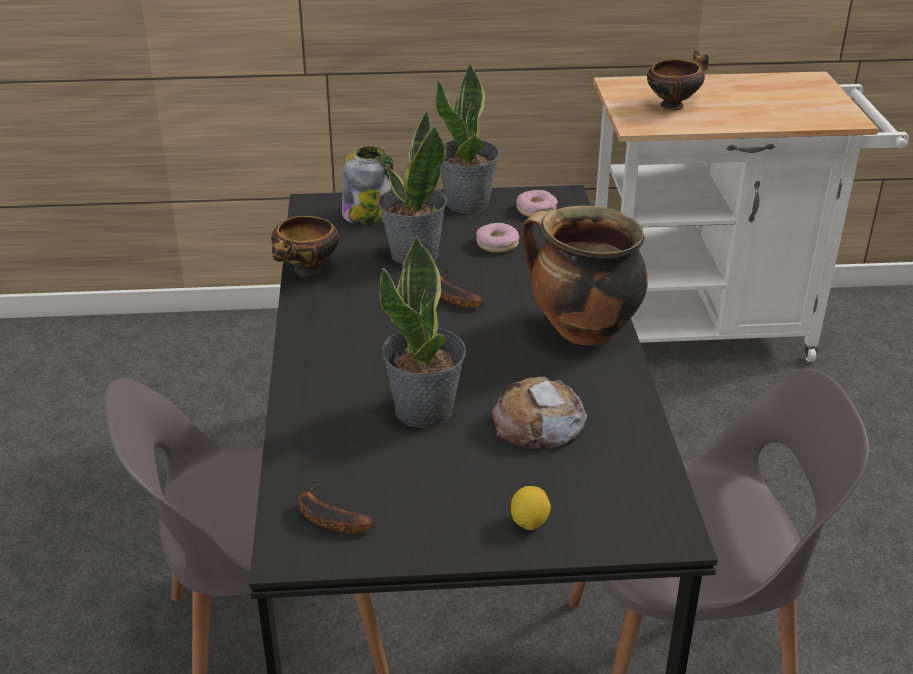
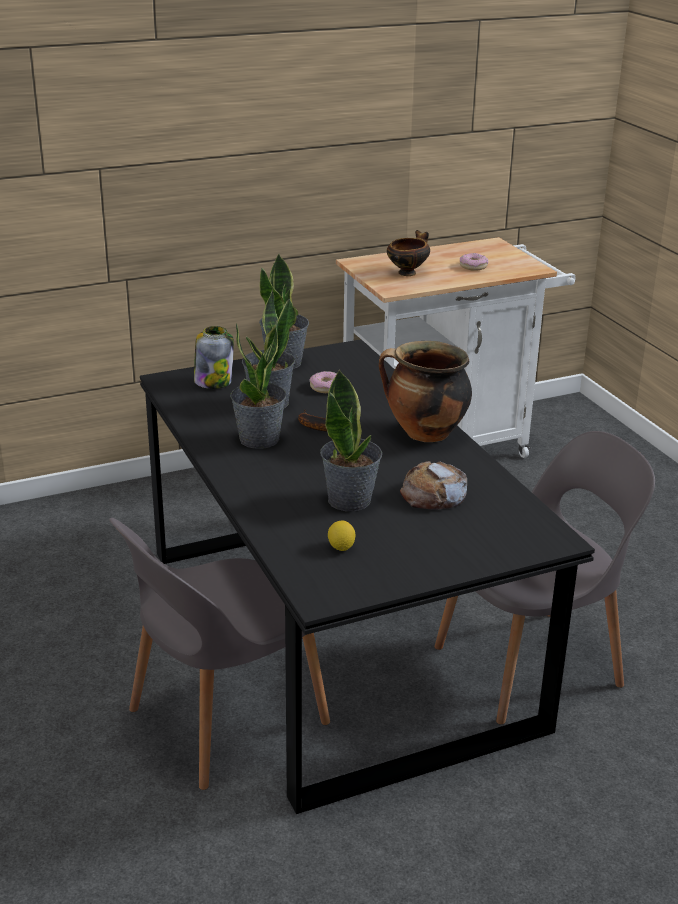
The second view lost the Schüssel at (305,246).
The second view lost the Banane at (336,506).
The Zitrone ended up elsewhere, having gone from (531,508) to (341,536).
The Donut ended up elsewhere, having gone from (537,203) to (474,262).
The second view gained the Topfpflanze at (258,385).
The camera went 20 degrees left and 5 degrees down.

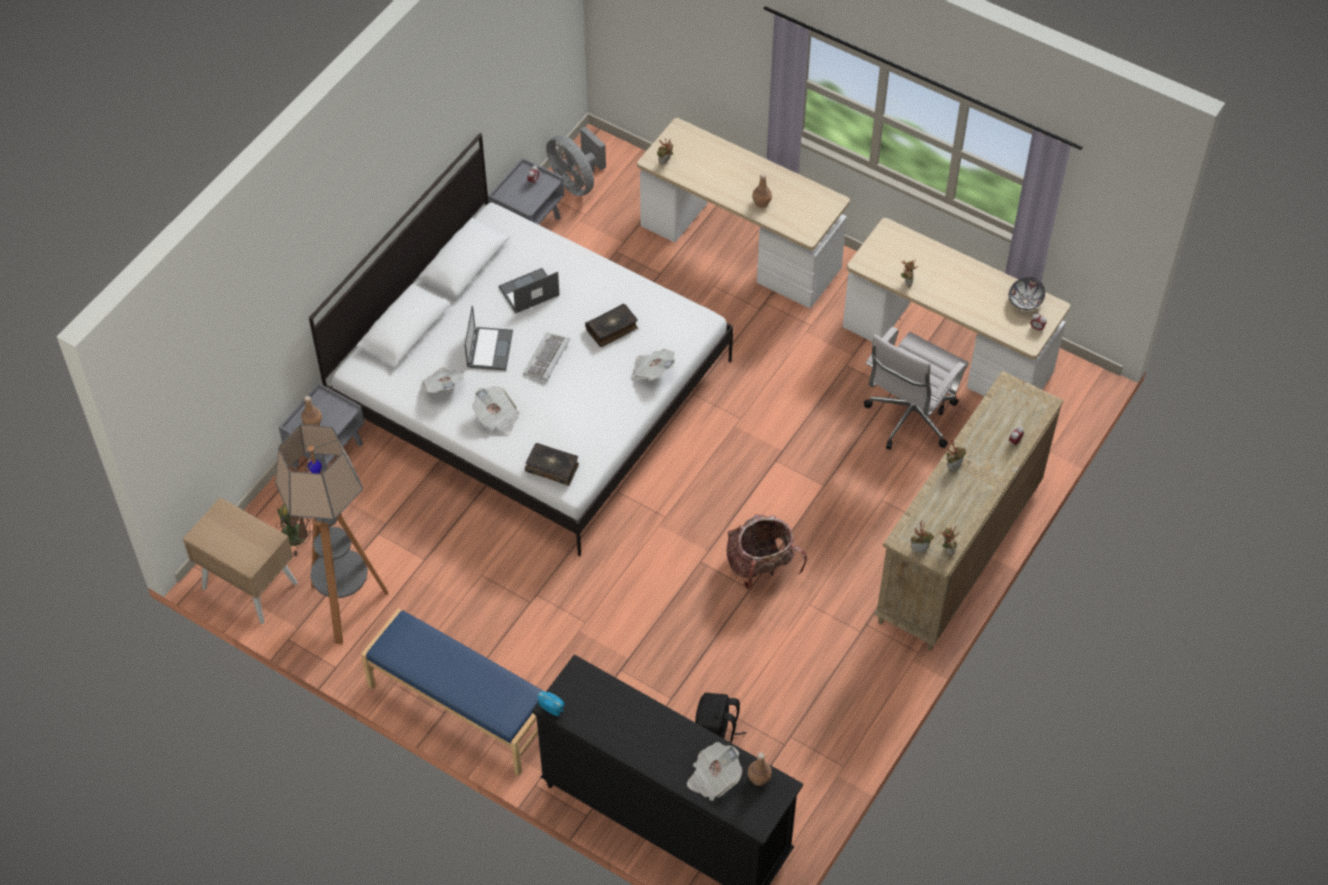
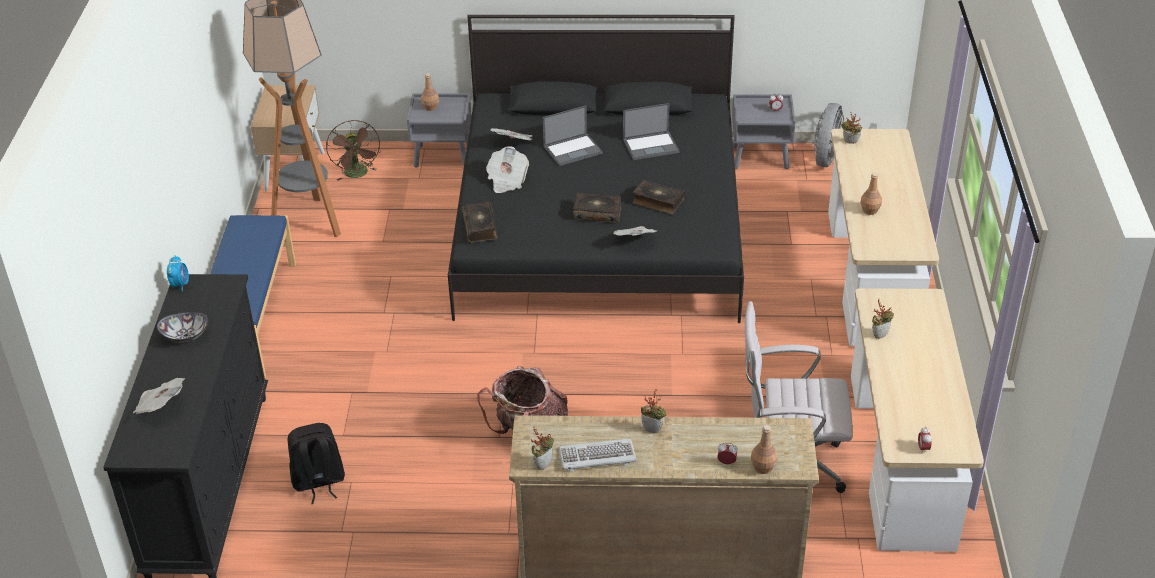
What was the Bett/weiß at (521,344) turned into the Bett/schwarz at (596,169).
The Laptop at (529,290) ended up facing another way, 135 degrees clockwise from before.
The Tastatur ended up elsewhere, having gone from (546,356) to (597,455).
The Flasche/braun ended up elsewhere, having gone from (760,769) to (764,449).
The second view lost the Topfpflanze at (922,537).
The Schüssel ended up elsewhere, having gone from (1026,293) to (183,327).
The second view gained the Buch at (597,208).
The camera went 60 degrees right and 15 degrees down.

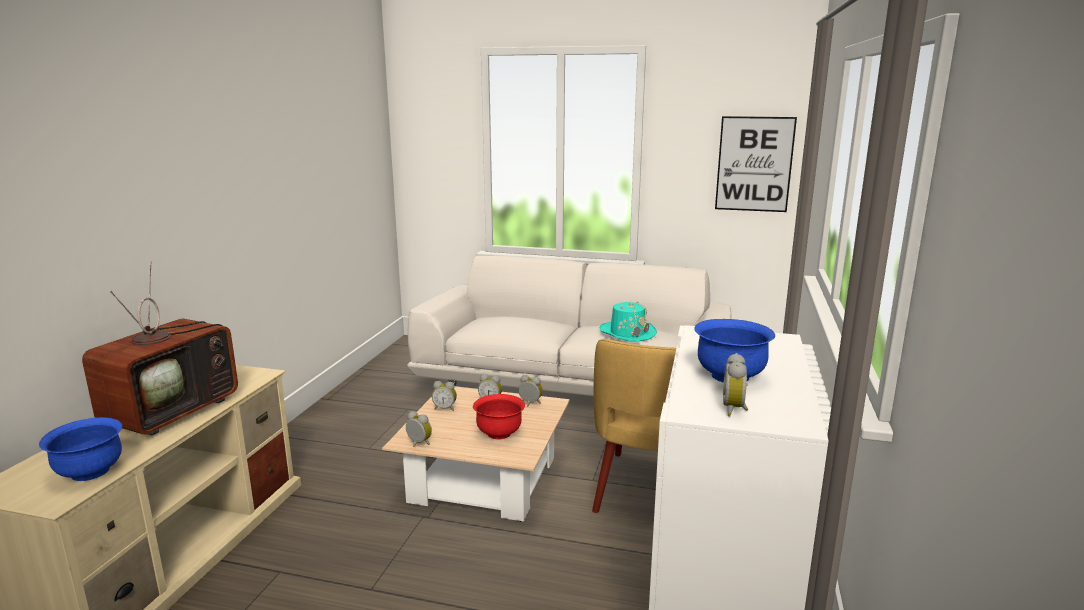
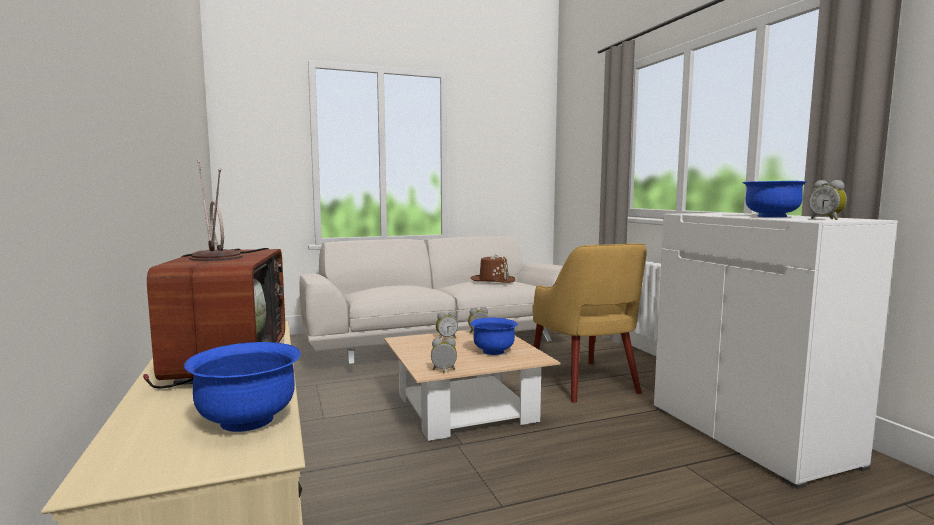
The second view lost the Wecker at (444,396).
What was the Schüssel/rot at (499,416) turned into the Schüssel/blau at (494,336).
What was the Hut/türkis at (628,321) turned into the Hut/braun at (492,268).
The second view lost the Bild at (756,164).
The camera went 35 degrees left and 10 degrees down.

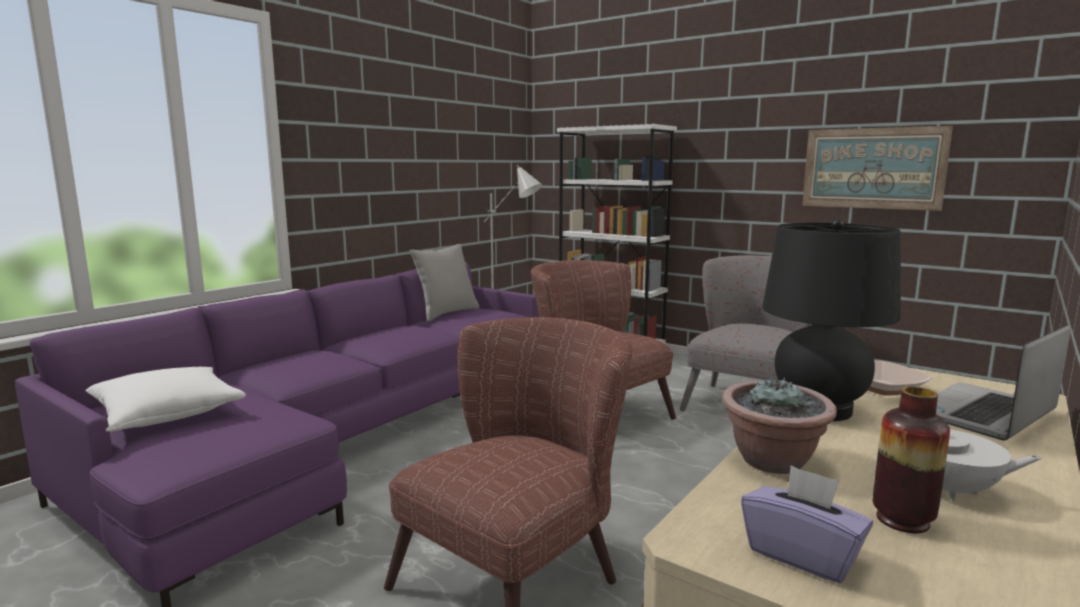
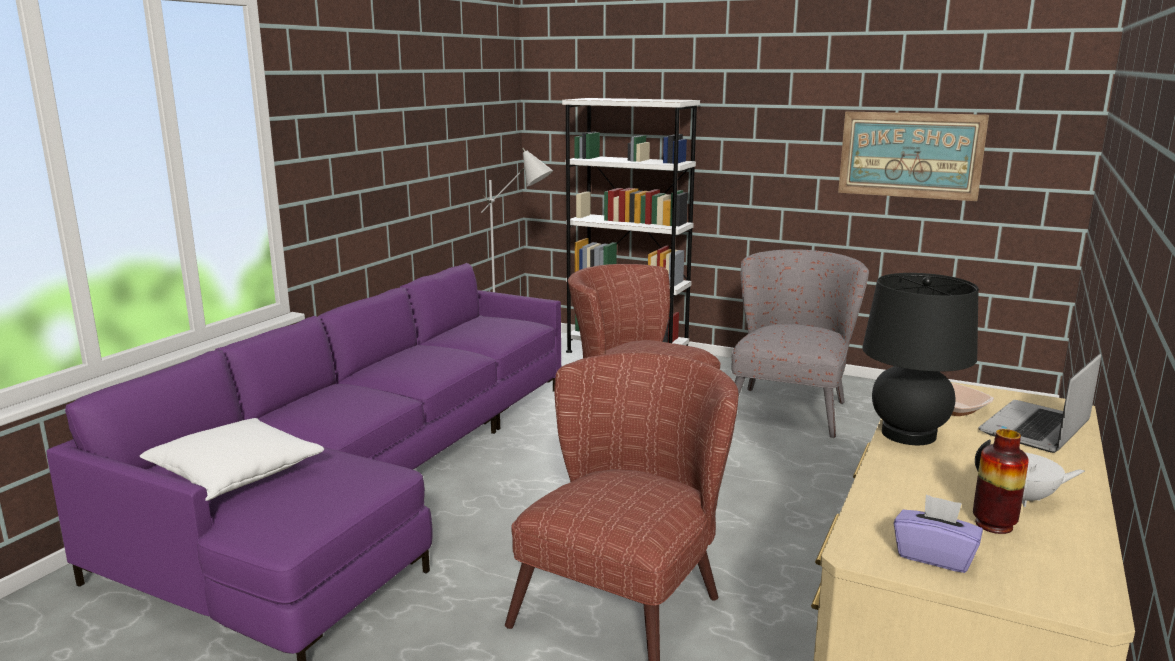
The second view lost the Kissen/grau at (444,283).
The second view lost the Topfpflanze at (779,425).
The camera went 10 degrees left and 5 degrees up.

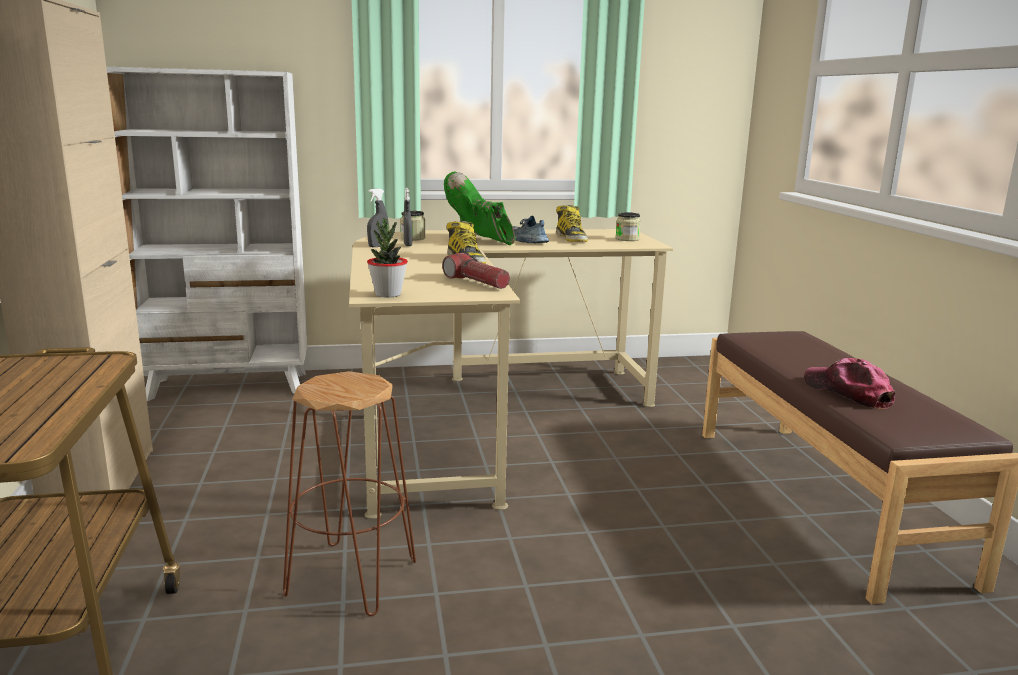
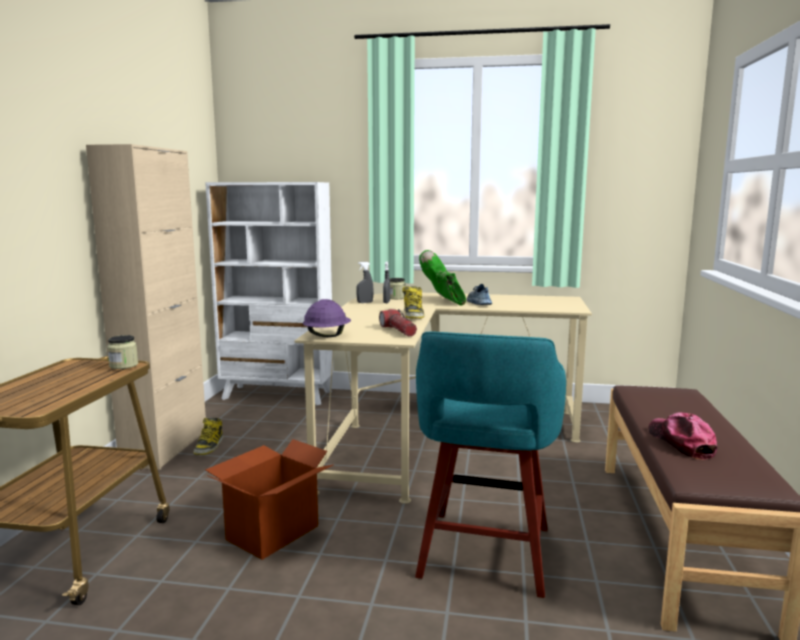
Where the Hocker/braun stood at (349,493), the Karton came to stand at (269,499).
Where the Topfpflanze stood at (387,258), the Schutzhelm/lila came to stand at (327,318).
The Stiefel ended up elsewhere, having gone from (572,223) to (208,436).
The Vorratsglas ended up elsewhere, having gone from (628,226) to (122,352).
The second view gained the Hocker/türkis at (490,464).
The camera went 20 degrees right and 5 degrees down.

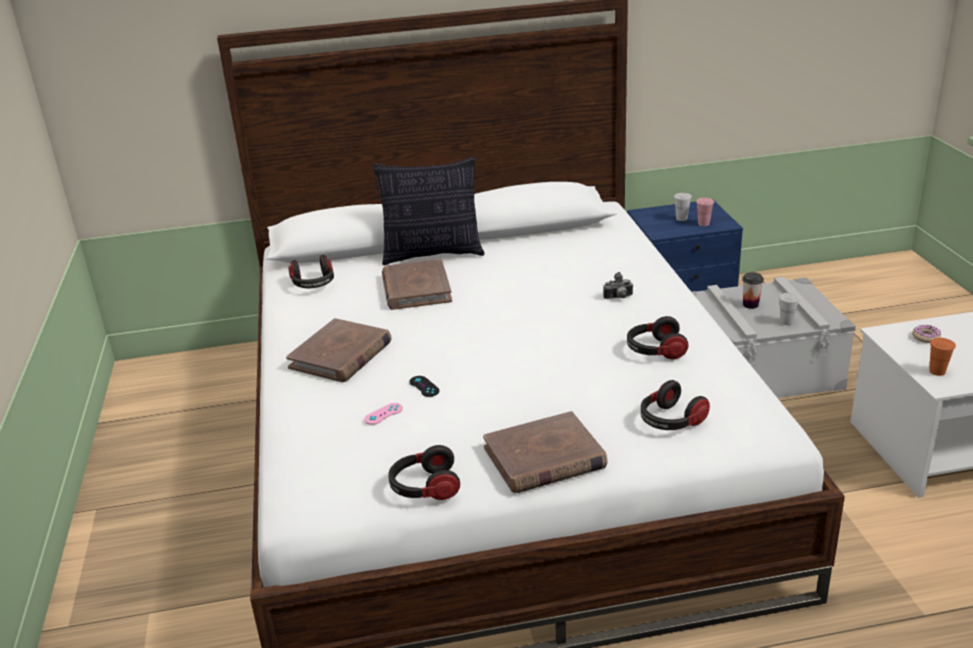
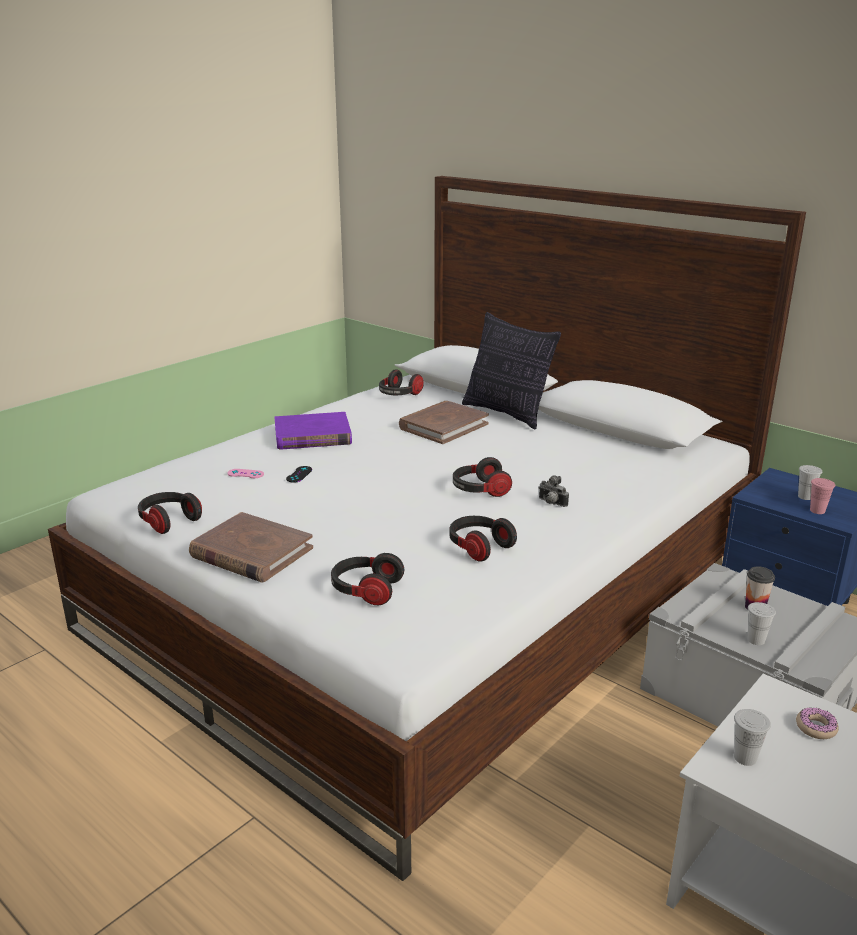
What was the Buch/braun at (339,350) turned into the Buch/lila at (313,431).
What was the Tasse/orange at (942,357) turned into the Tasse/weiß at (752,737).
The second view gained the Kopfhörer at (482,477).
The camera went 50 degrees right and 5 degrees down.

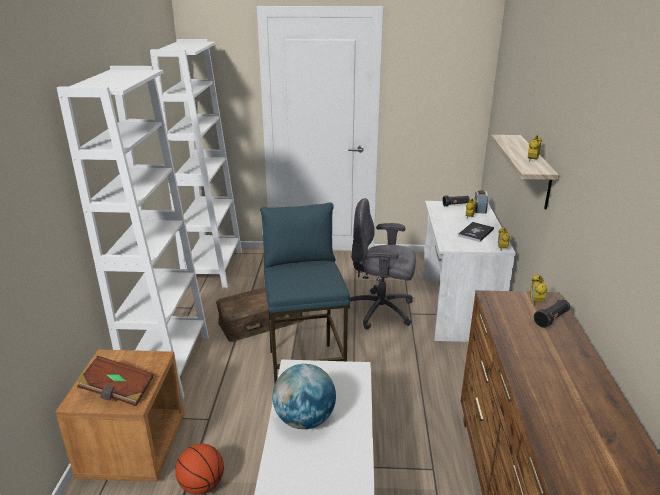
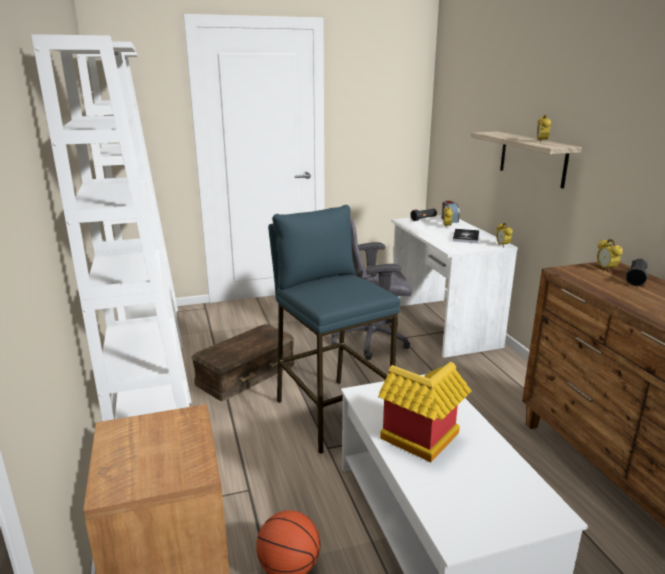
The second view lost the Buch/braun at (115,381).
Where the Globus stood at (304,396), the Spielzeughaus came to stand at (425,412).
The camera went 20 degrees left and 5 degrees down.

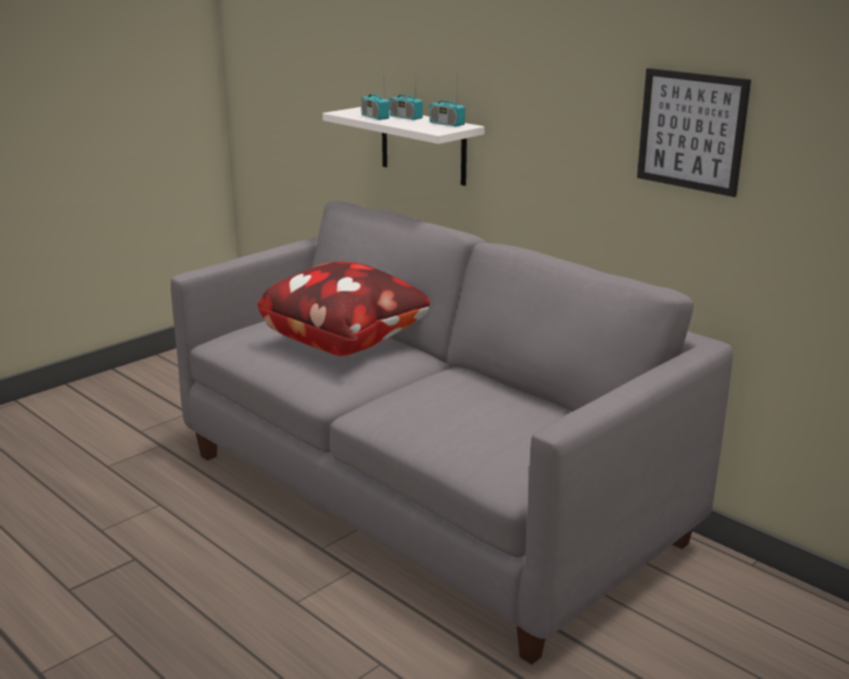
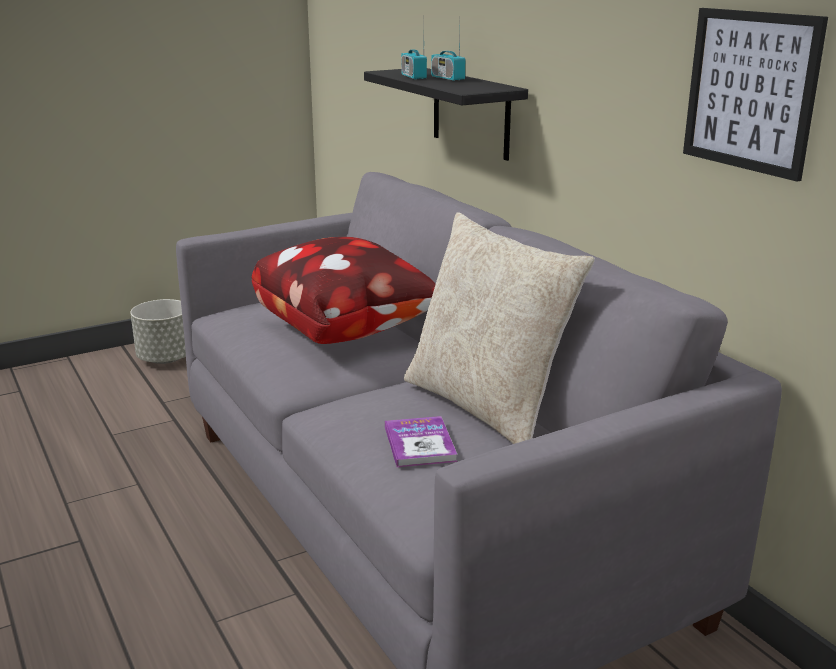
What was the Wandregal/weiß at (404,146) turned into the Wandregal/schwarz at (446,114).
The second view lost the Radio at (447,98).
The second view gained the Pflanzkübel/grau at (158,331).
The second view gained the Buch at (421,441).
The second view gained the Kissen/beige at (499,328).
The camera went 15 degrees right and 0 degrees up.

